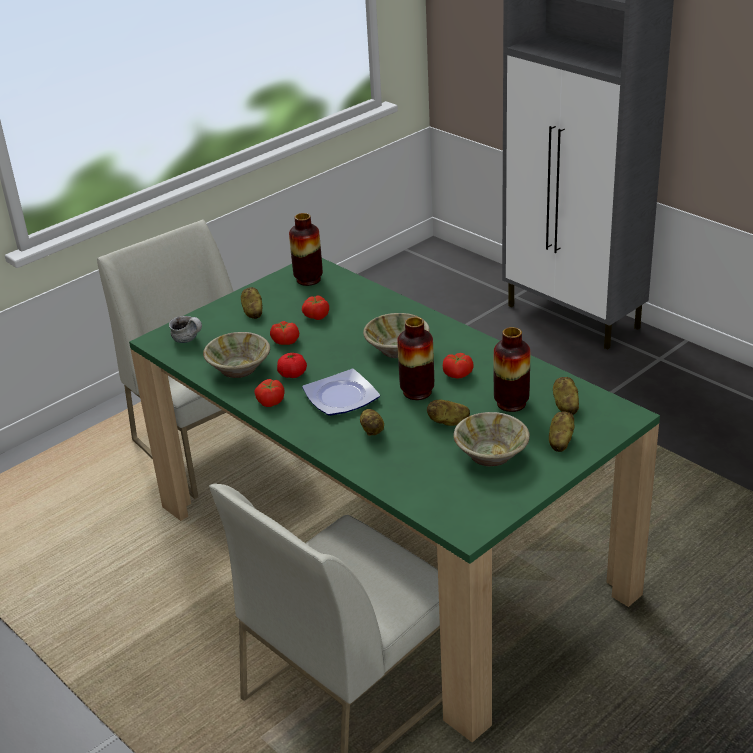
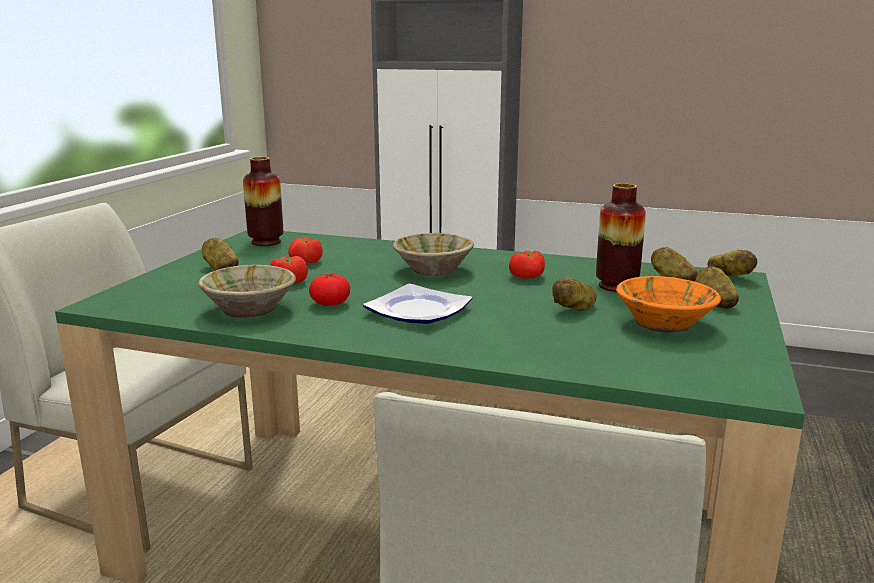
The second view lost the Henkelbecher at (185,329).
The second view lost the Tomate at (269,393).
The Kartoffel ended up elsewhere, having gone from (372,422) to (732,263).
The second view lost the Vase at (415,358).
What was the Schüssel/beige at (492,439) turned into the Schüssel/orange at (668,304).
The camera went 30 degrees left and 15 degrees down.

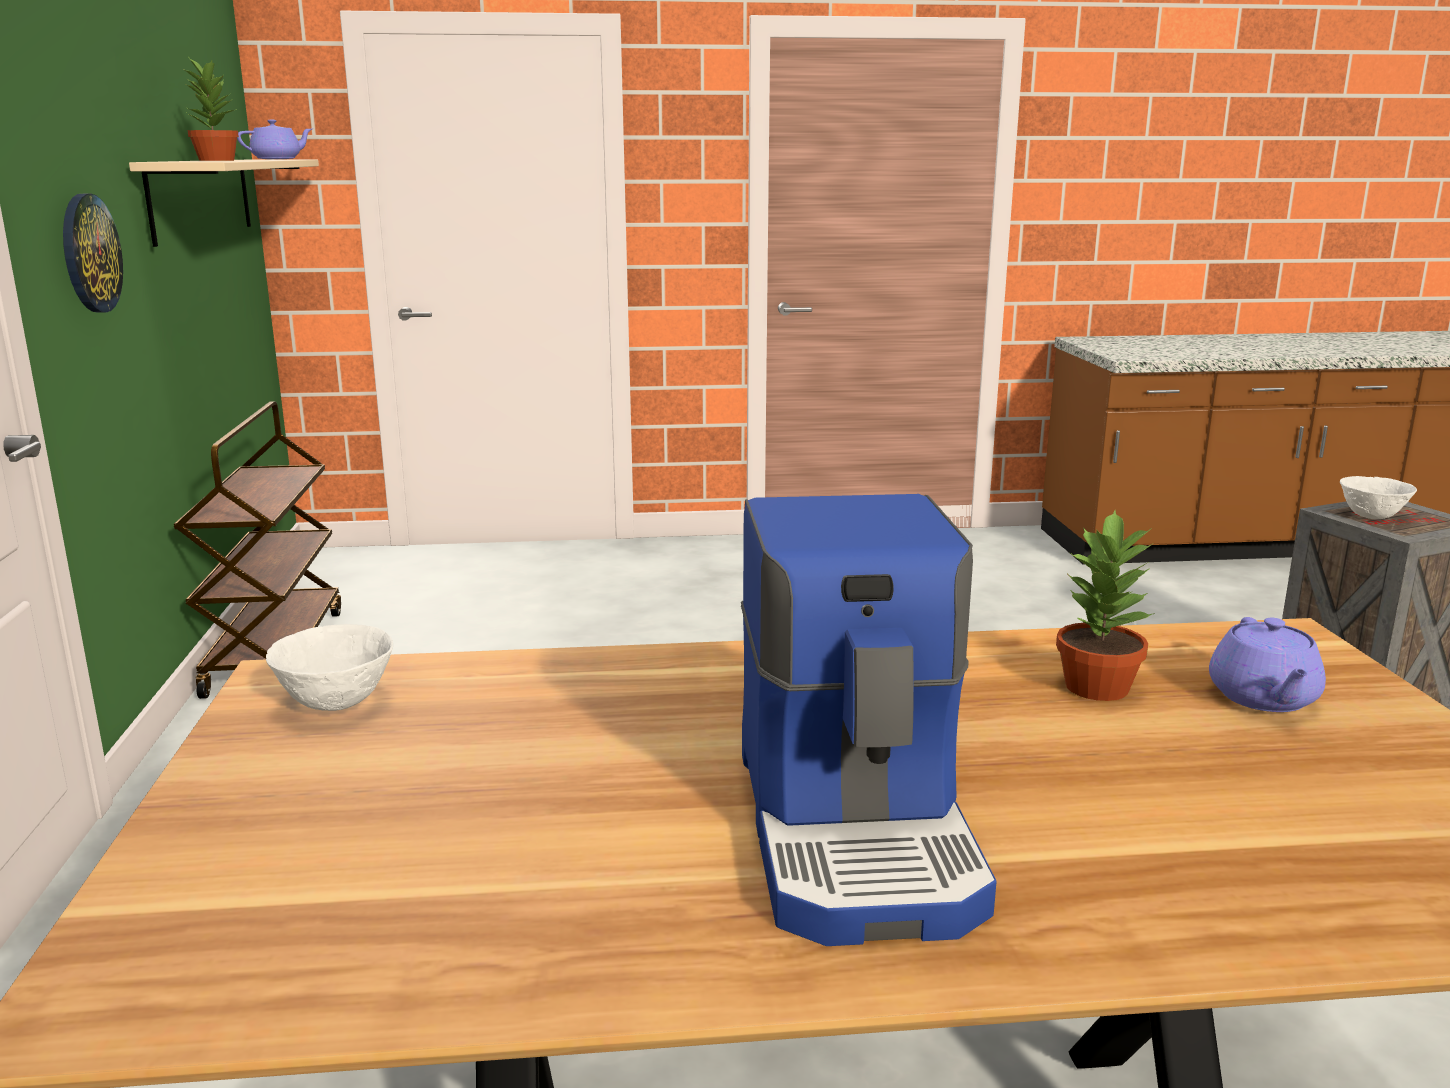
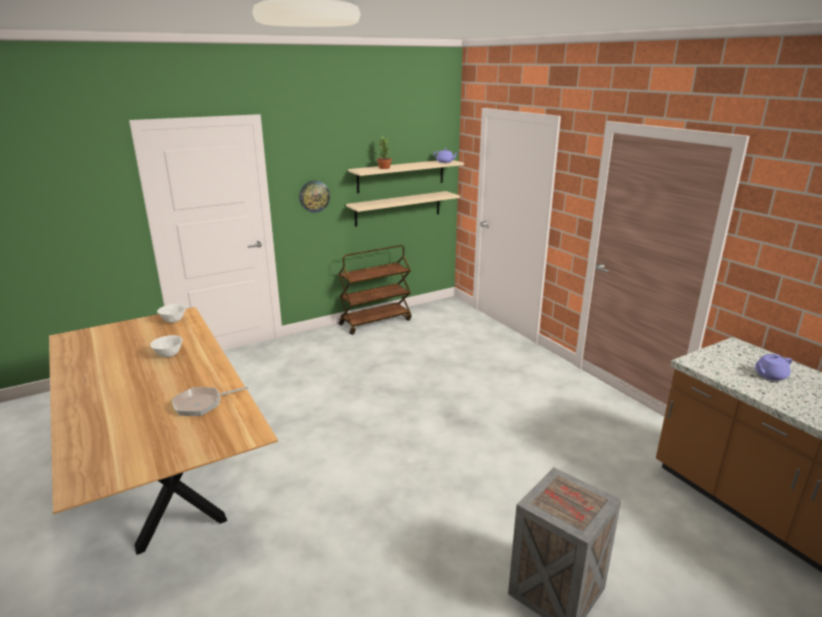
The second view lost the Kaffeemaschine at (869,720).
Where the Topfpflanze stood at (1105,605), the Pfanne came to stand at (210,401).
The Teekanne/lila ended up elsewhere, having gone from (1267,664) to (773,367).
The Schüssel/weiß ended up elsewhere, having gone from (1378,497) to (166,346).
The second view gained the Wandregal/beige at (403,209).
The camera went 65 degrees right and 5 degrees up.

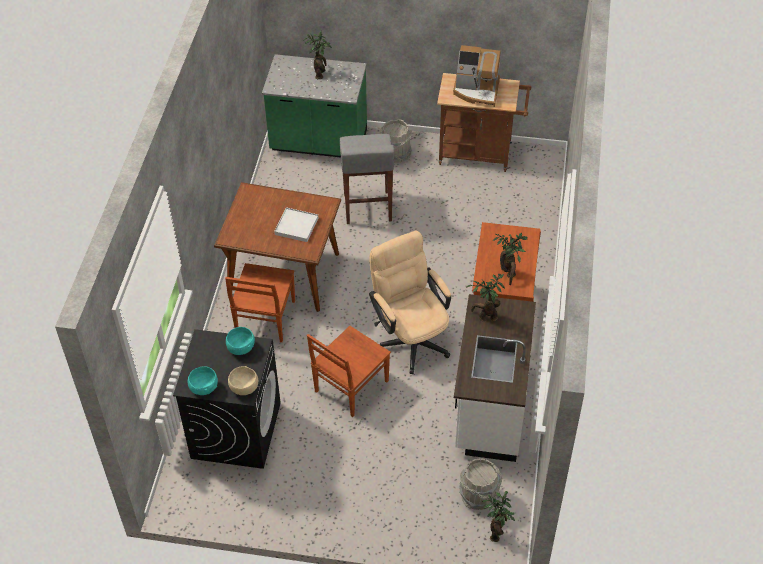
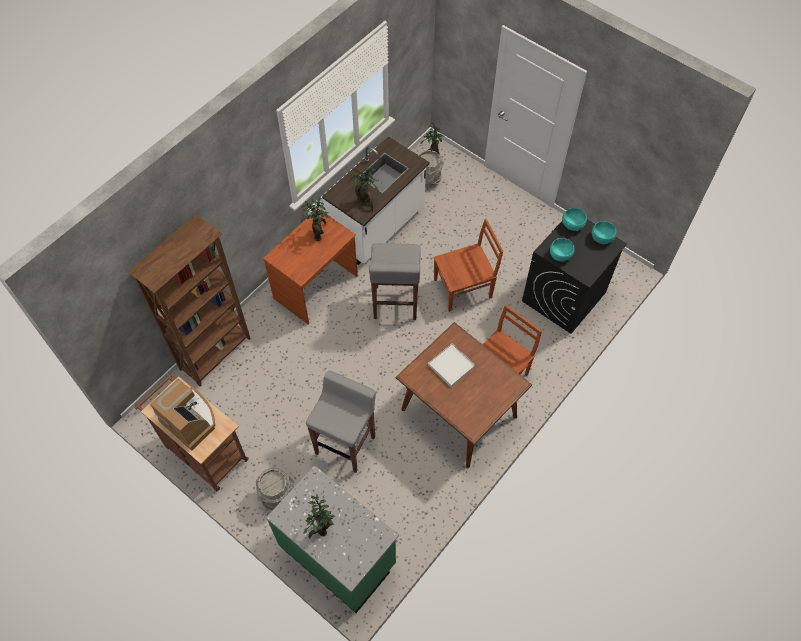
What was the Schüssel/beige at (243,380) turned into the Schüssel/türkis at (574,219).
Where the Bürostuhl/beige stood at (410,302), the Hocker/grau came to stand at (395,281).
The second view gained the Bücherregal/braun at (189,301).
The camera went 150 degrees left and 10 degrees up.

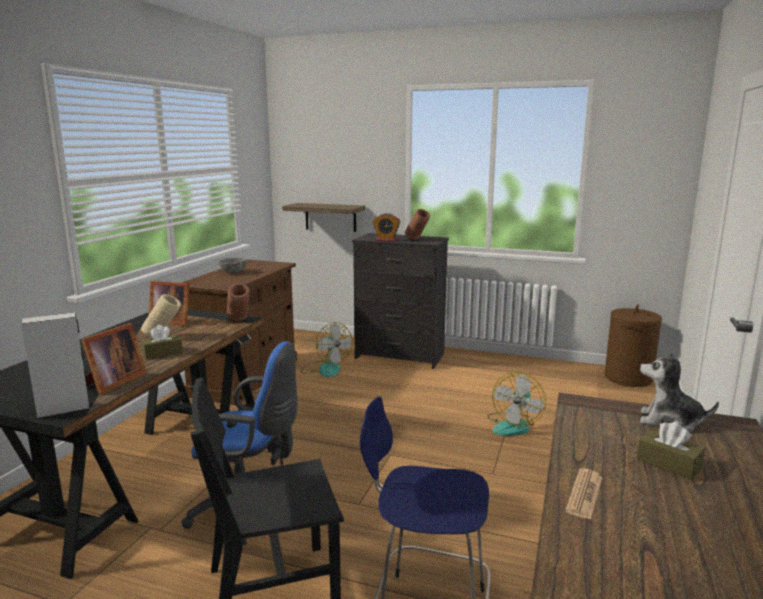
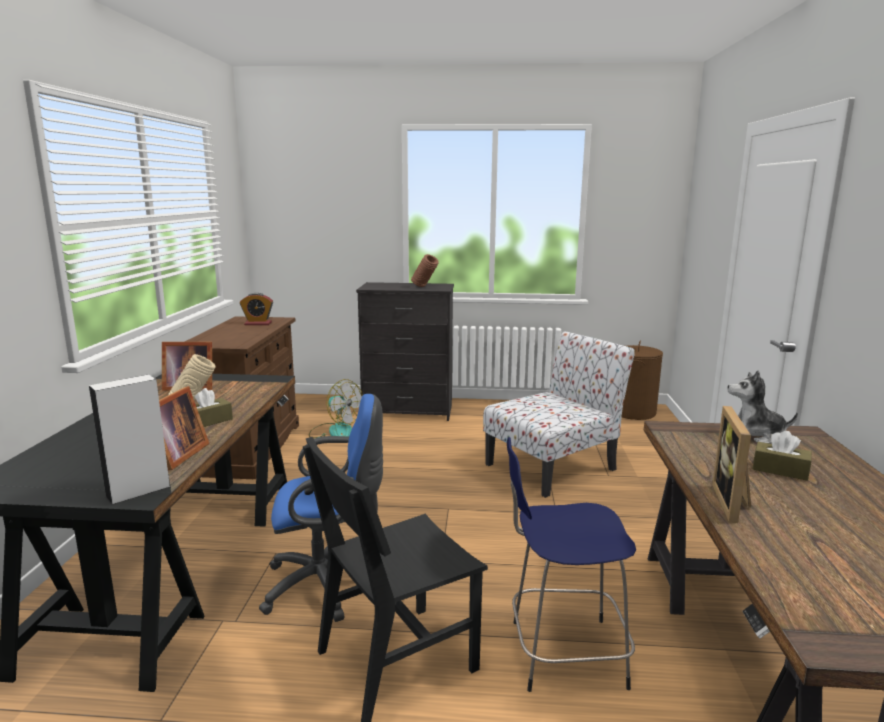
The second view lost the Schüssel/grau at (233,265).
The second view lost the Vase/braun at (238,302).
The second view lost the Wandregal at (323,217).
The Wecker ended up elsewhere, having gone from (386,227) to (256,309).
Where the Ventilator stood at (516,404), the Stuhl came to stand at (559,414).
Where the Zeitung stood at (584,493), the Bilderrahmen came to stand at (731,464).
The camera went 15 degrees left and 0 degrees up.

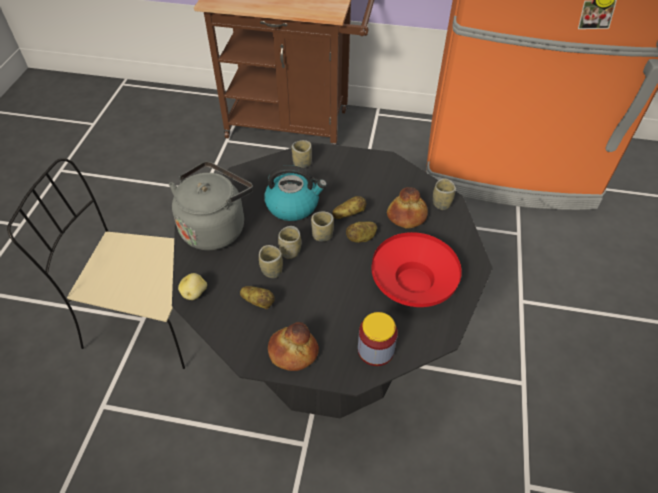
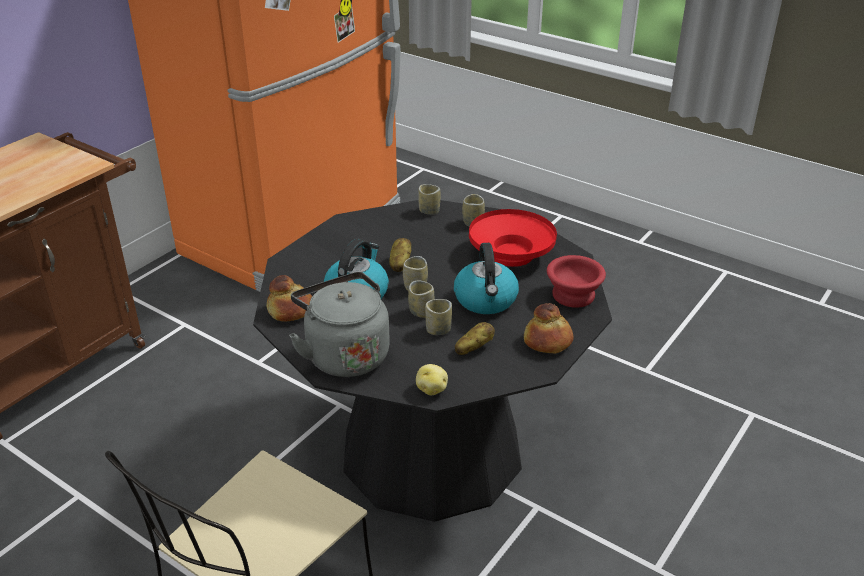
The Tasse ended up elsewhere, having gone from (302,154) to (473,210).
The second view lost the Kartoffel at (361,232).
Where the Vorratsglas stood at (378,339), the Schüssel/rot came to stand at (576,281).
The Brot ended up elsewhere, having gone from (407,208) to (289,298).
The second view gained the Wasserkessel at (486,278).
The camera went 65 degrees left and 15 degrees down.

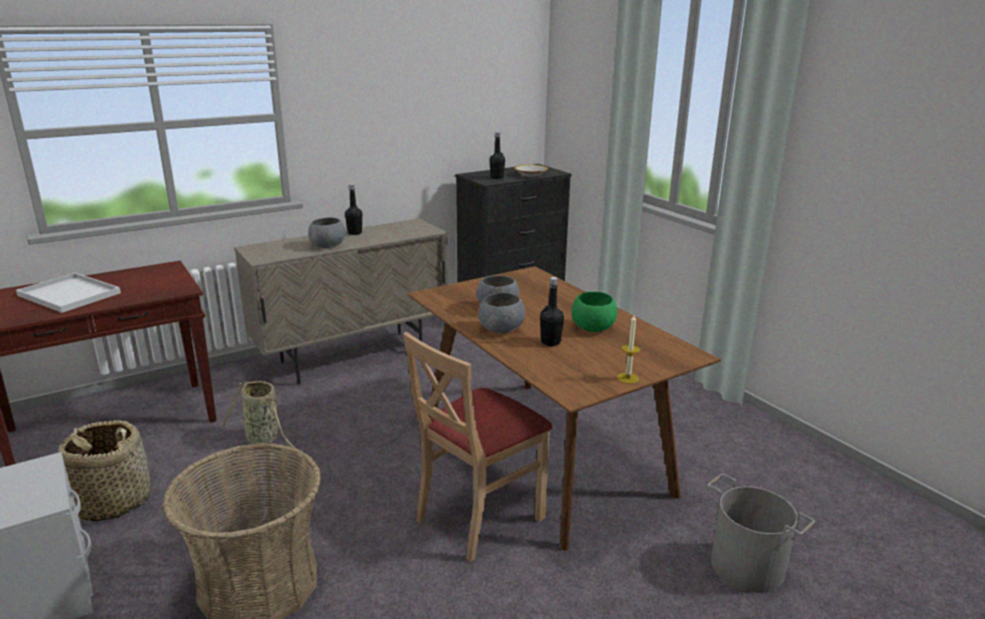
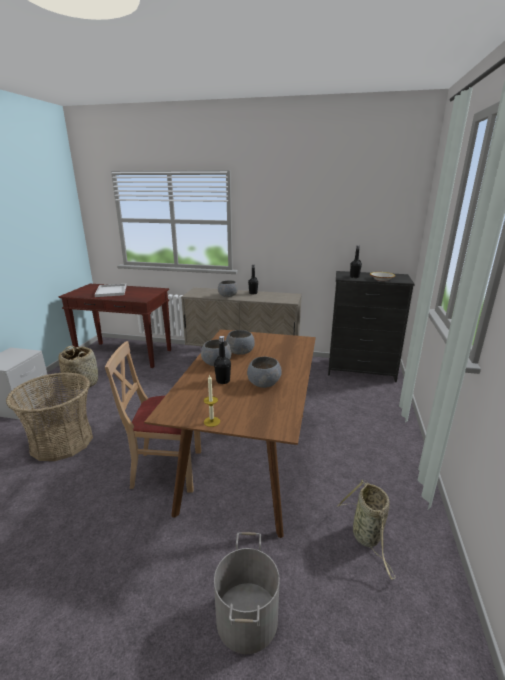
The Korb ended up elsewhere, having gone from (260,415) to (366,529).
What was the Schüssel/grün at (594,312) turned into the Schüssel/grau at (264,372).
The camera went 45 degrees right and 0 degrees up.

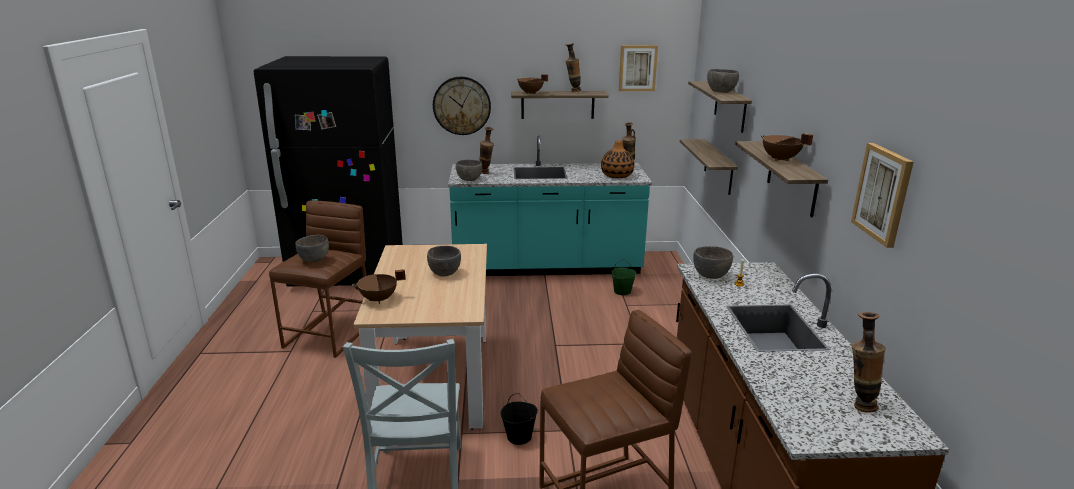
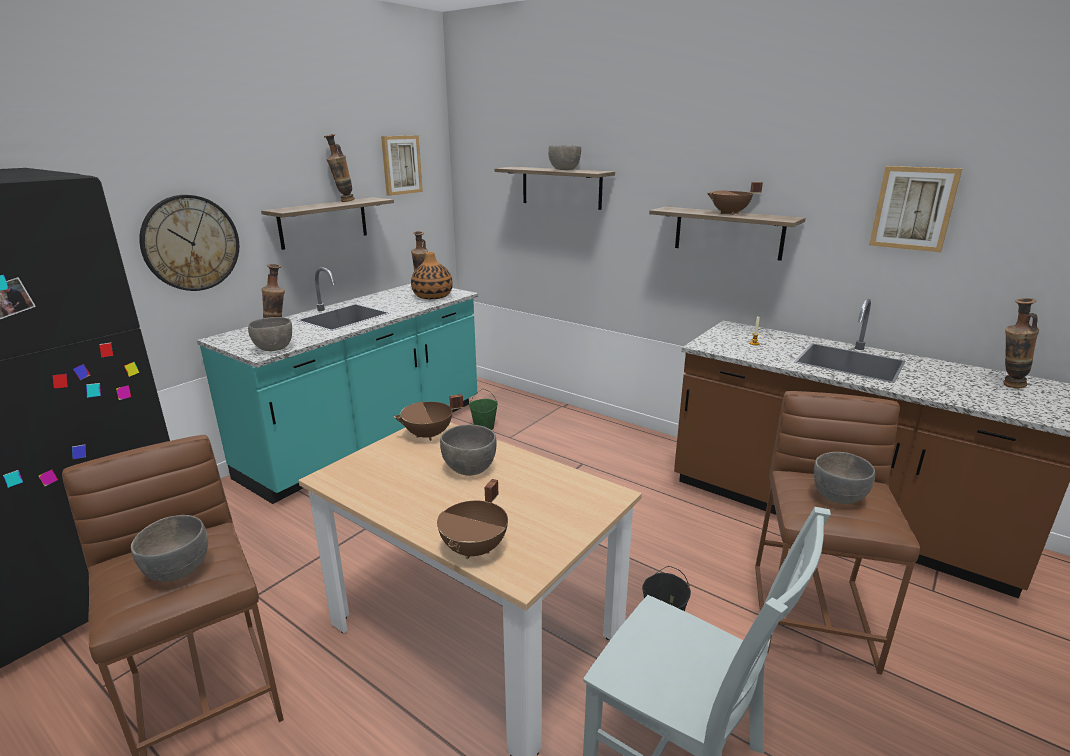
The Kochtopf/braun ended up elsewhere, having gone from (532,84) to (428,417).
The second view lost the Wandregal at (709,167).
The Schüssel/grau ended up elsewhere, having gone from (713,262) to (844,478).
The camera went 50 degrees left and 0 degrees up.

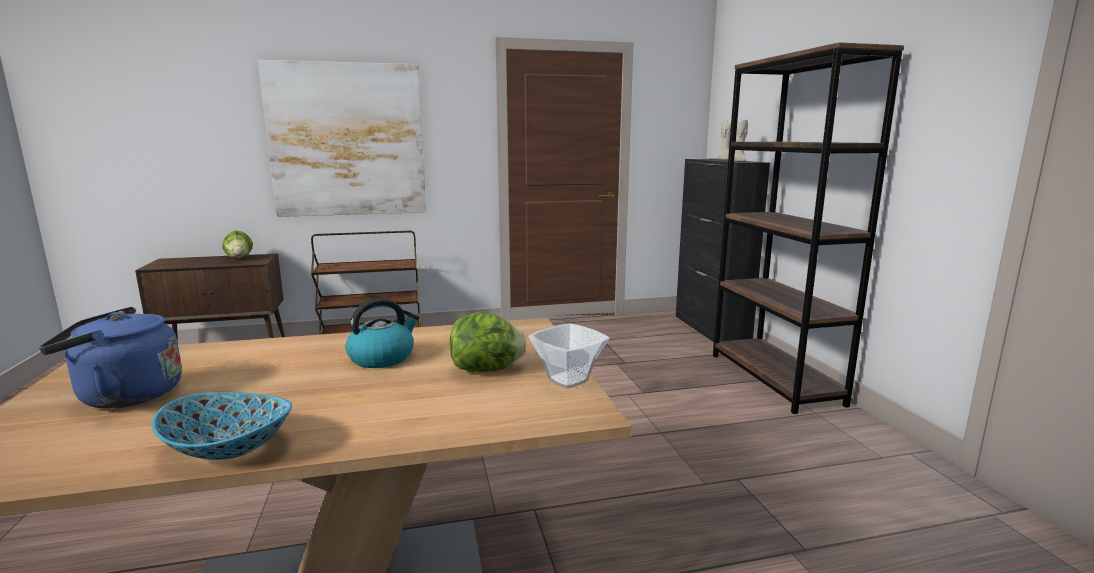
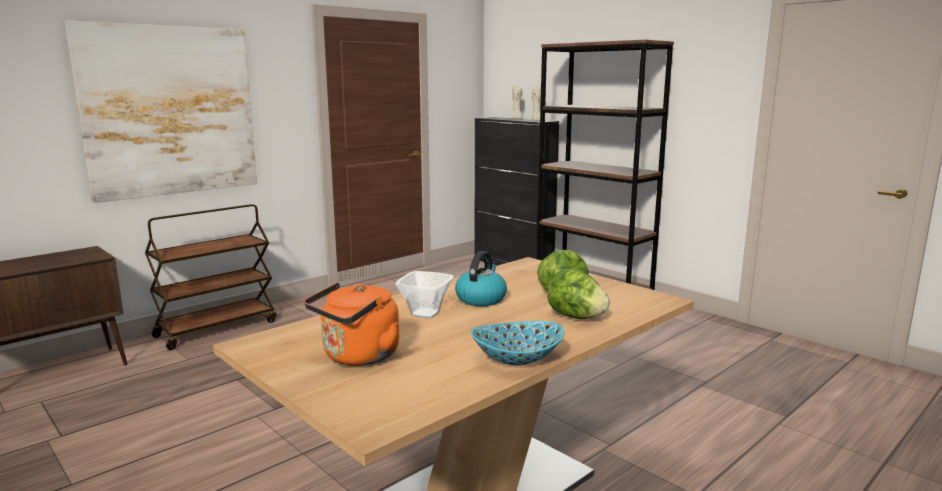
What was the Wasserkessel/blau at (110,357) turned into the Wasserkessel/orange at (351,324).
The Salatkopf ended up elsewhere, having gone from (237,245) to (578,294).
The Schüssel ended up elsewhere, having gone from (569,356) to (424,294).
The camera went 30 degrees left and 0 degrees up.

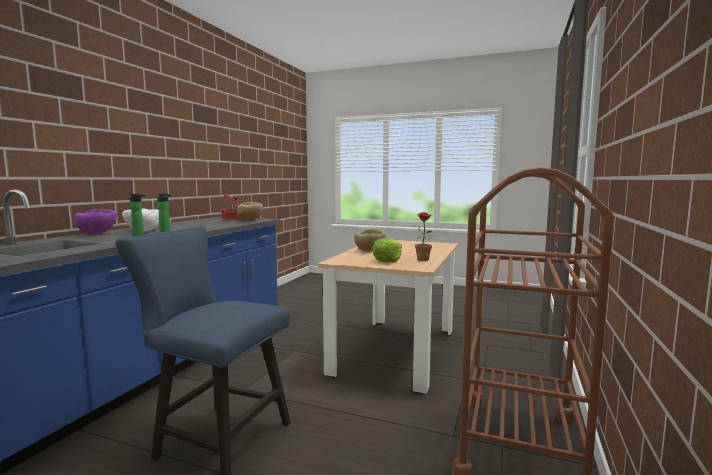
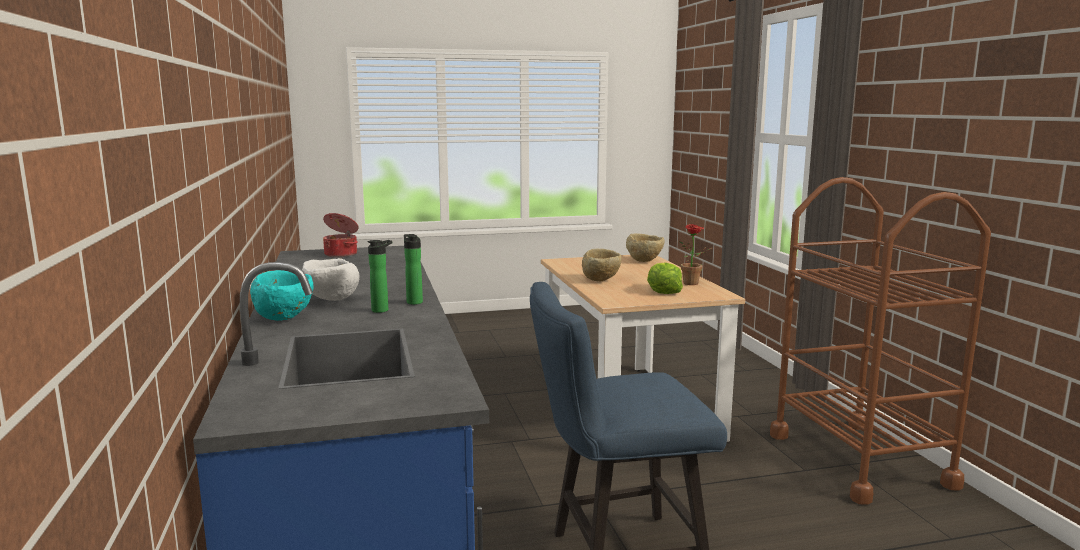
What was the Schüssel/lila at (96,222) turned into the Schüssel/türkis at (282,295).
The Schüssel/beige ended up elsewhere, having gone from (250,211) to (645,247).
The camera went 35 degrees left and 5 degrees up.

